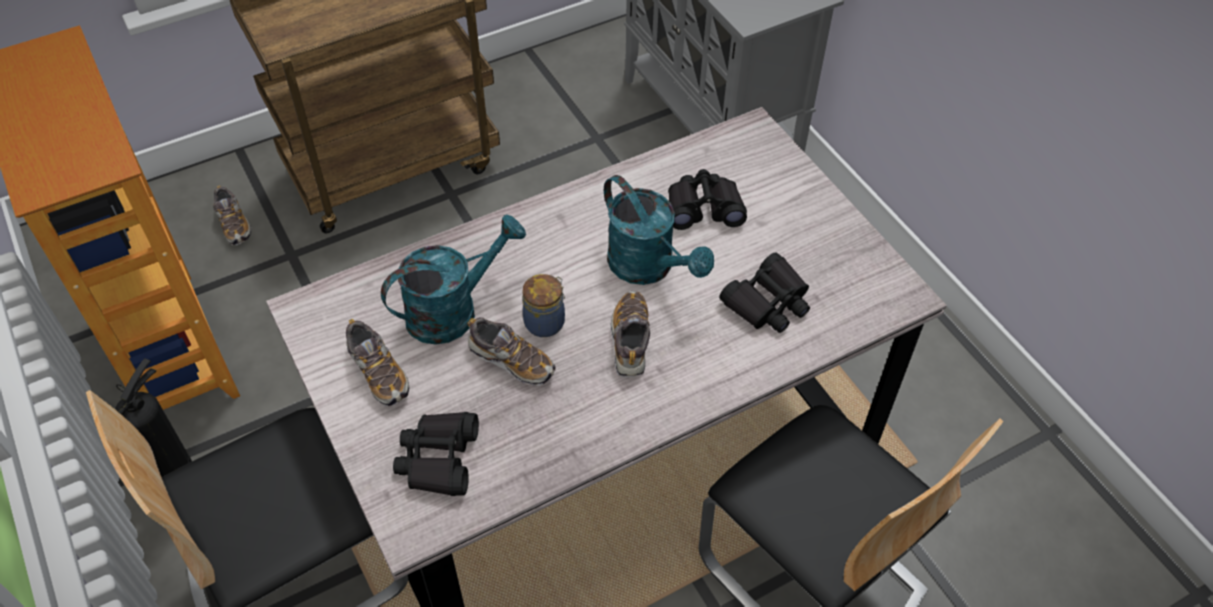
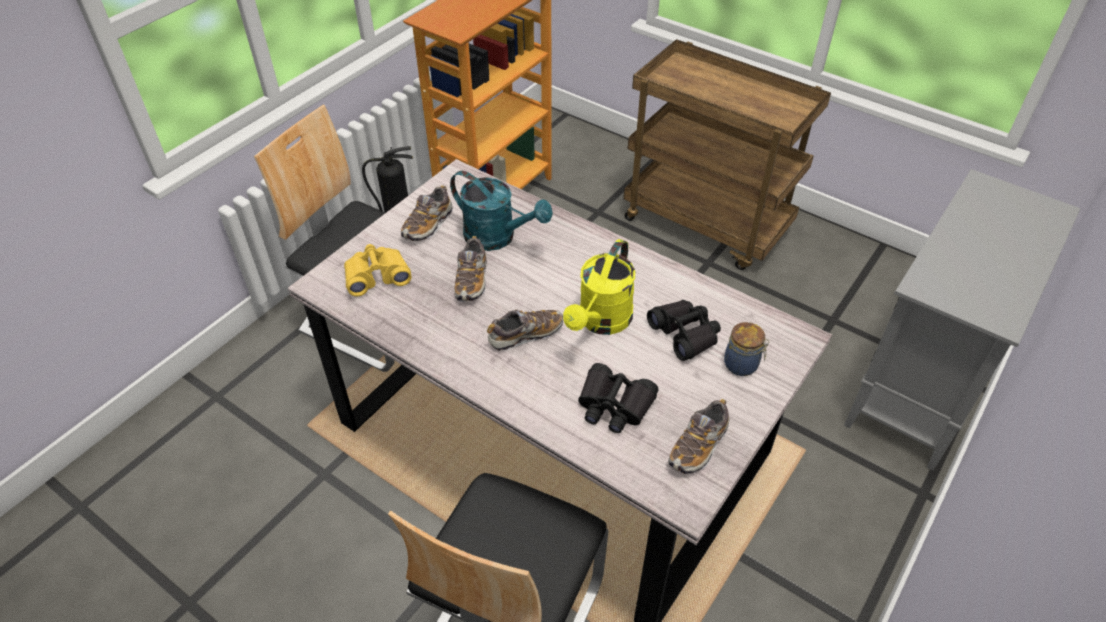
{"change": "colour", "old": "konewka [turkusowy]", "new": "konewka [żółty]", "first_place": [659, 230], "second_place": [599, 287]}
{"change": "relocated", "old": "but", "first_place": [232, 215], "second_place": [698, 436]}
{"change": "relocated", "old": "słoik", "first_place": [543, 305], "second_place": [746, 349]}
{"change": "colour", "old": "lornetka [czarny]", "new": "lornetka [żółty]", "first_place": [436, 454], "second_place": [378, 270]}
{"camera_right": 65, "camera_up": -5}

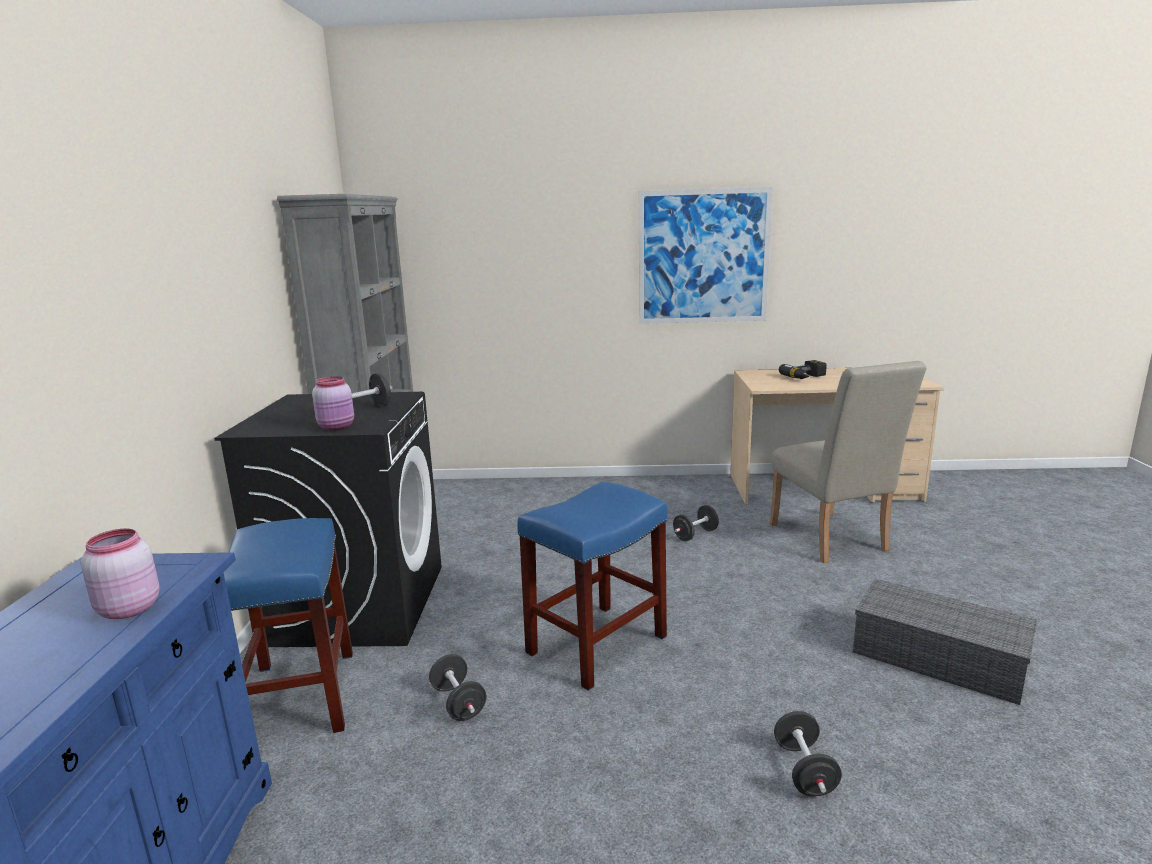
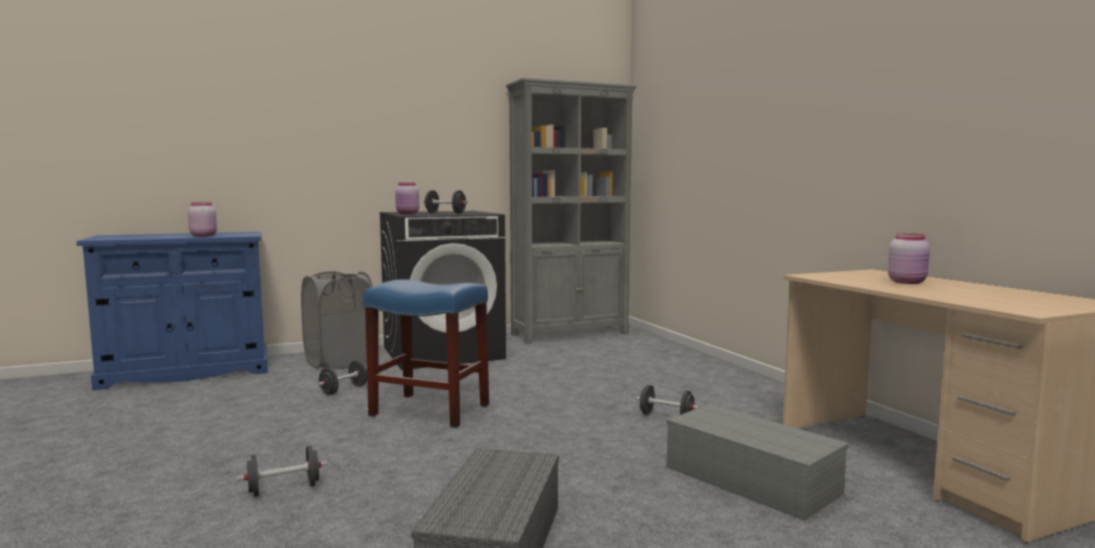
{"change": "missing", "old": "obraz", "first_place": [706, 255]}
{"change": "exchanged", "old": "wiertarka", "new": "słoik [różowy]", "first_place": [803, 369], "second_place": [909, 258]}
{"change": "exchanged", "old": "krzesło [beżowy]", "new": "pojemnik do przechowywania [szary]", "first_place": [848, 462], "second_place": [757, 462]}
{"change": "exchanged", "old": "stołek [niebieski]", "new": "kosz na pranie [szary]", "first_place": [288, 625], "second_place": [337, 320]}
{"camera_right": 65, "camera_up": -10}

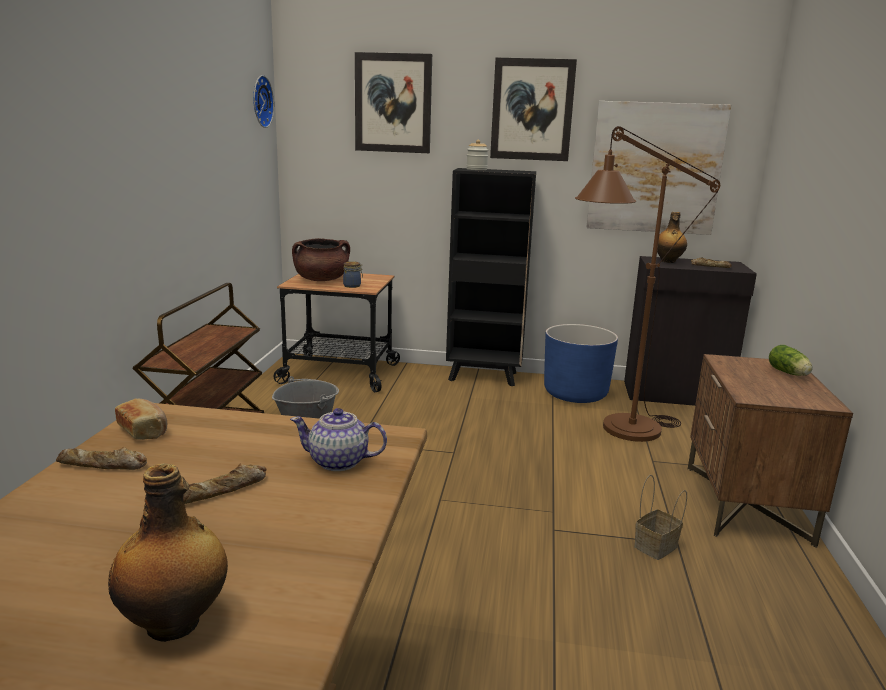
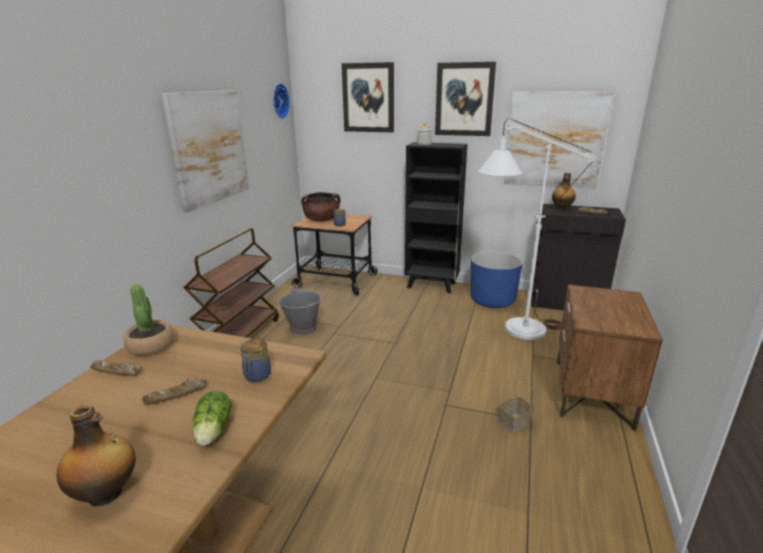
{"change": "colour", "old": "lampa stojąca [brązowy]", "new": "lampa stojąca [biały]", "first_place": [647, 284], "second_place": [536, 229]}
{"change": "relocated", "old": "sałata", "first_place": [790, 360], "second_place": [212, 418]}
{"change": "exchanged", "old": "chleb", "new": "roślina doniczkowa", "first_place": [141, 419], "second_place": [149, 320]}
{"change": "exchanged", "old": "imbryk", "new": "słoik", "first_place": [338, 439], "second_place": [256, 360]}
{"change": "appeared", "new": "obraz", "second_place": [205, 151]}
{"camera_right": 10, "camera_up": 5}

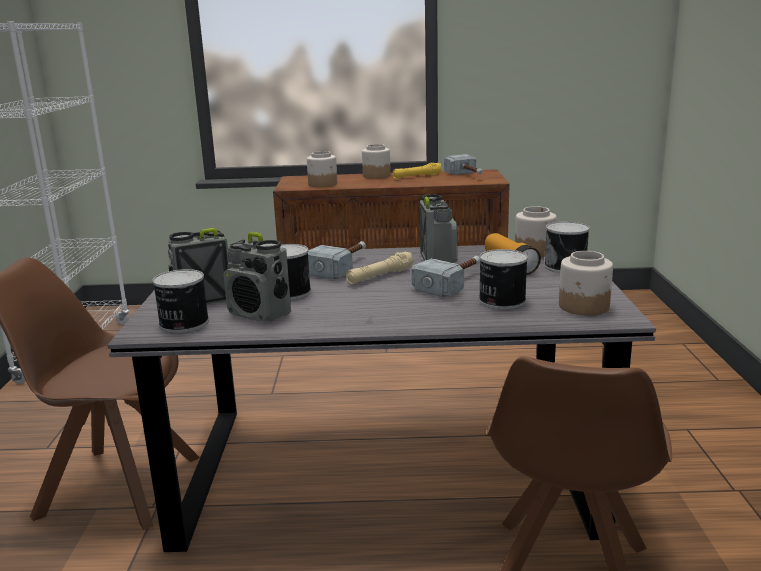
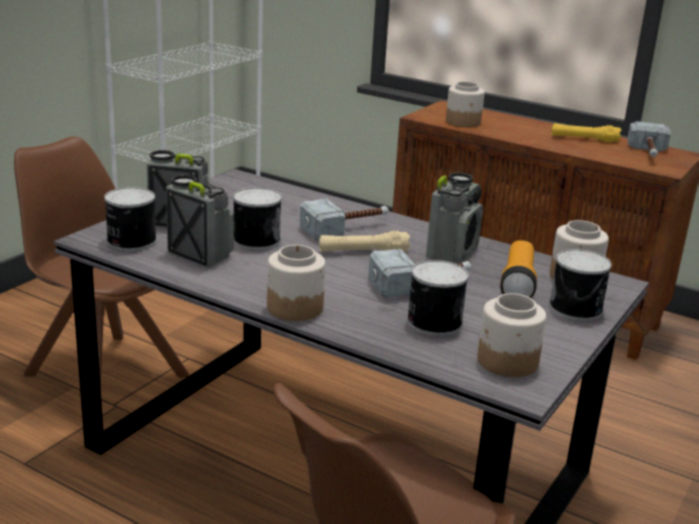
{"change": "relocated", "old": "słoik", "first_place": [376, 161], "second_place": [296, 283]}
{"change": "spun", "old": "radio", "first_place": [257, 277], "second_place": [200, 221], "degrees": 150}
{"camera_right": 30, "camera_up": 5}

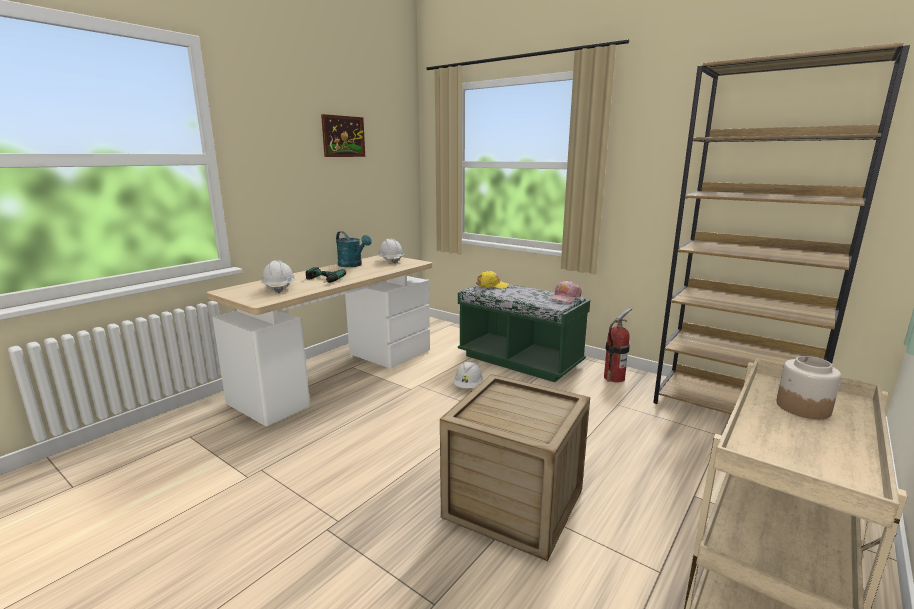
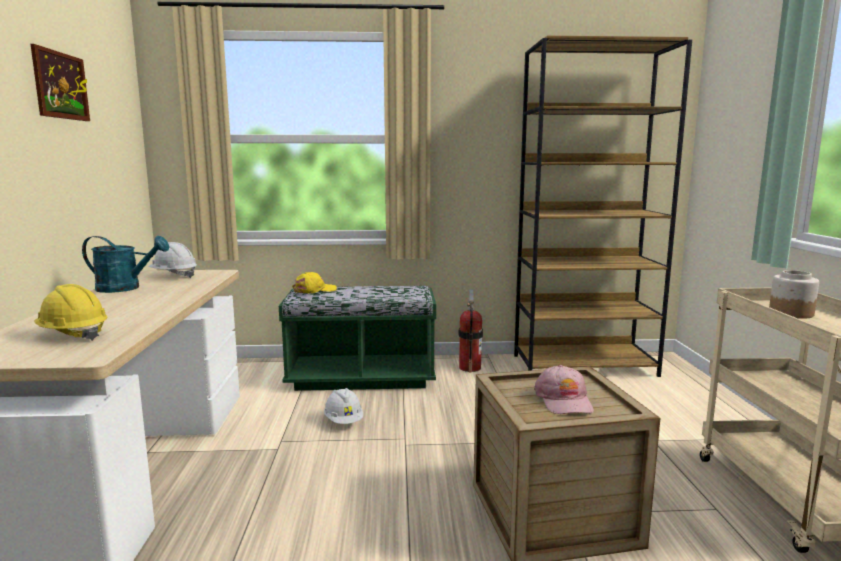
{"change": "colour", "old": "kask [biały]", "new": "kask [żółty]", "first_place": [278, 276], "second_place": [71, 312]}
{"change": "missing", "old": "wiertarka", "first_place": [326, 275]}
{"change": "relocated", "old": "czapka z daszkiem [różowy]", "first_place": [566, 291], "second_place": [564, 389]}
{"camera_right": -40, "camera_up": -5}

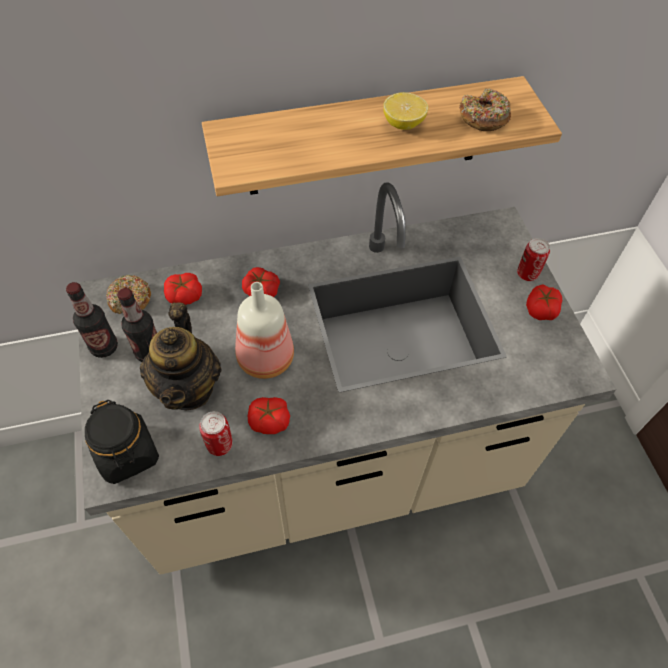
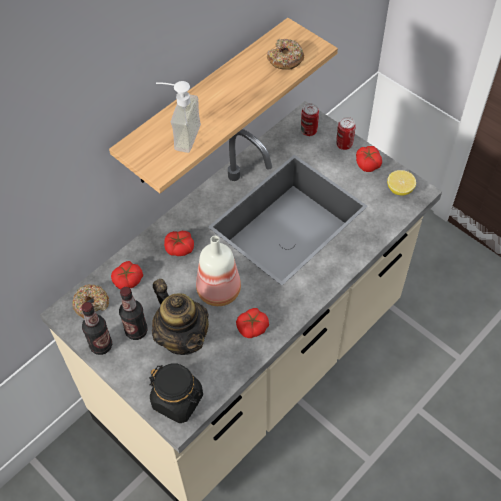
{"change": "relocated", "old": "cytryna", "first_place": [405, 111], "second_place": [401, 182]}
{"change": "relocated", "old": "puszka", "first_place": [216, 433], "second_place": [310, 119]}
{"change": "appeared", "new": "dozownik mydła", "second_place": [178, 117]}
{"camera_right": -30, "camera_up": 0}

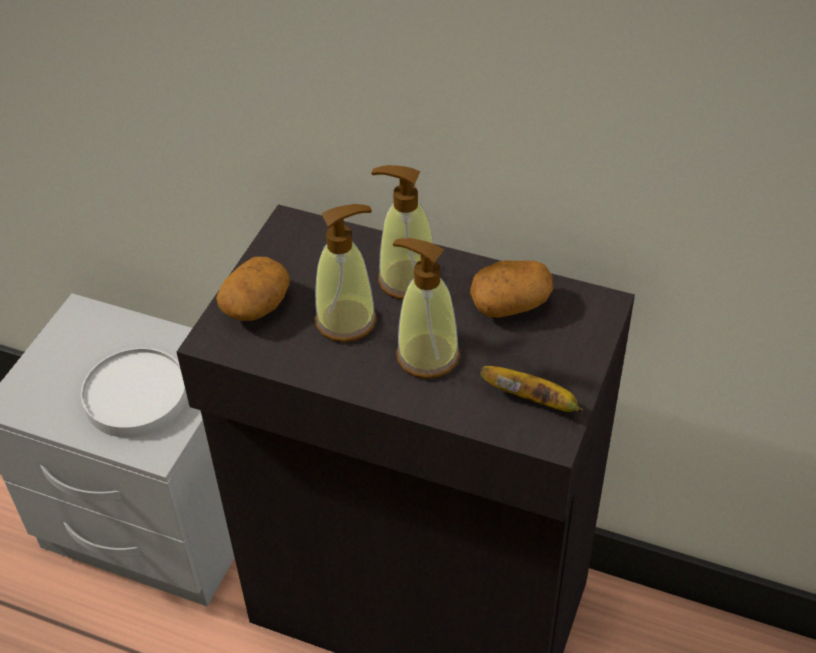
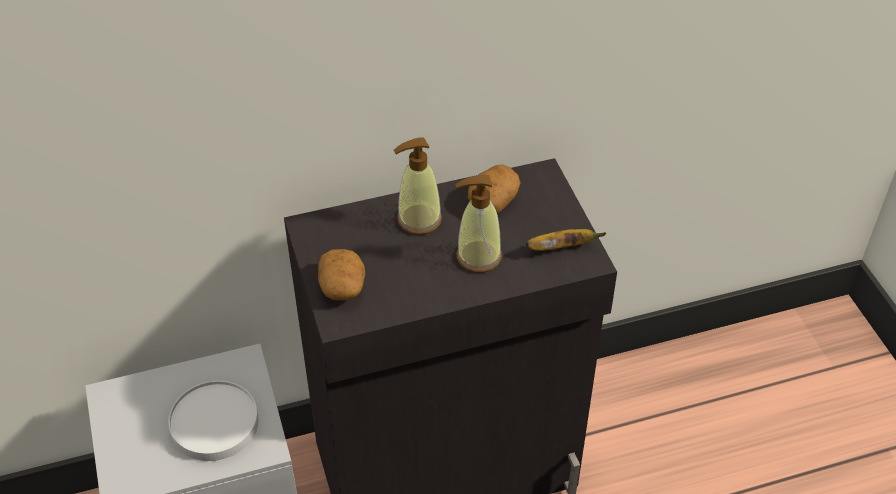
{"change": "missing", "old": "dozownik mydła", "first_place": [346, 273]}
{"camera_right": -40, "camera_up": 0}

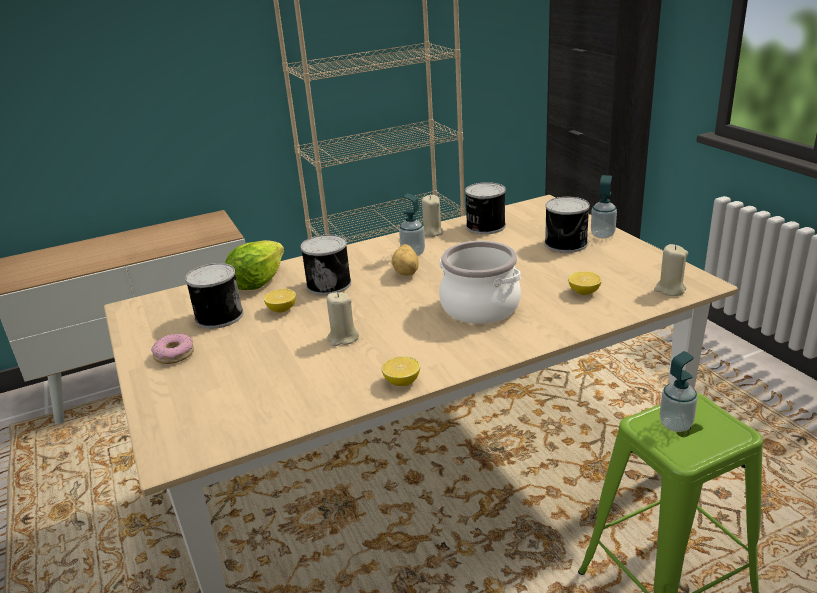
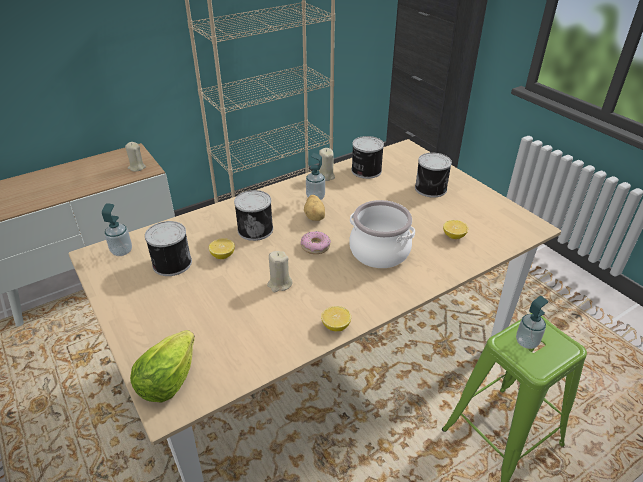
{"change": "relocated", "old": "dozownik mydła", "first_place": [604, 206], "second_place": [117, 229]}
{"change": "relocated", "old": "sałata", "first_place": [254, 265], "second_place": [162, 366]}
{"change": "relocated", "old": "świeca [beżowy]", "first_place": [671, 270], "second_place": [135, 157]}
{"change": "relocated", "old": "donut", "first_place": [172, 349], "second_place": [316, 242]}
{"camera_right": -10, "camera_up": 10}

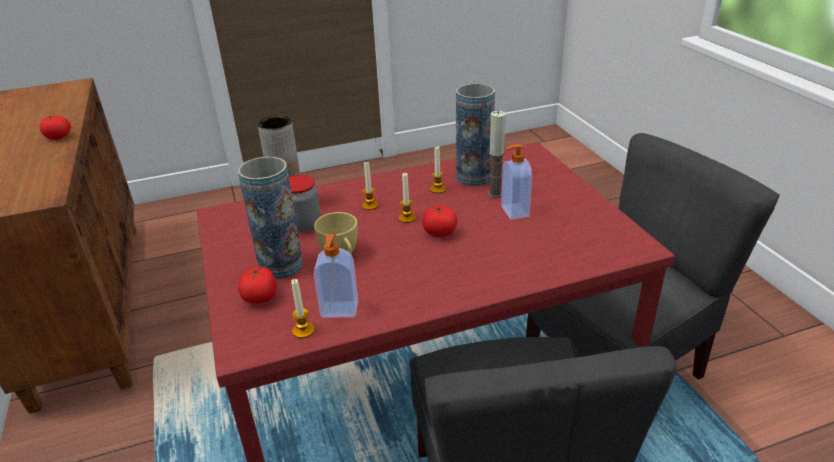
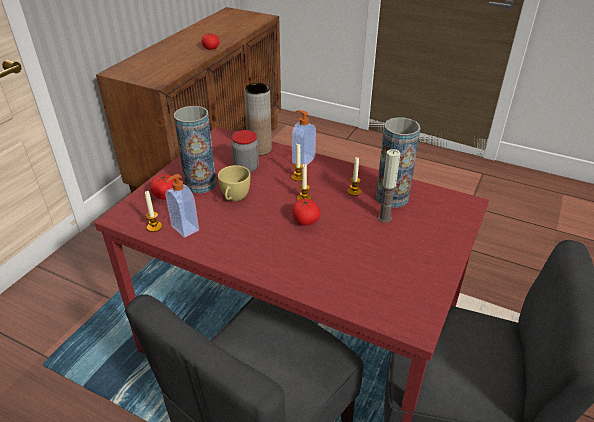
{"change": "relocated", "old": "dozownik mydła", "first_place": [516, 182], "second_place": [304, 137]}
{"camera_right": 45, "camera_up": 5}

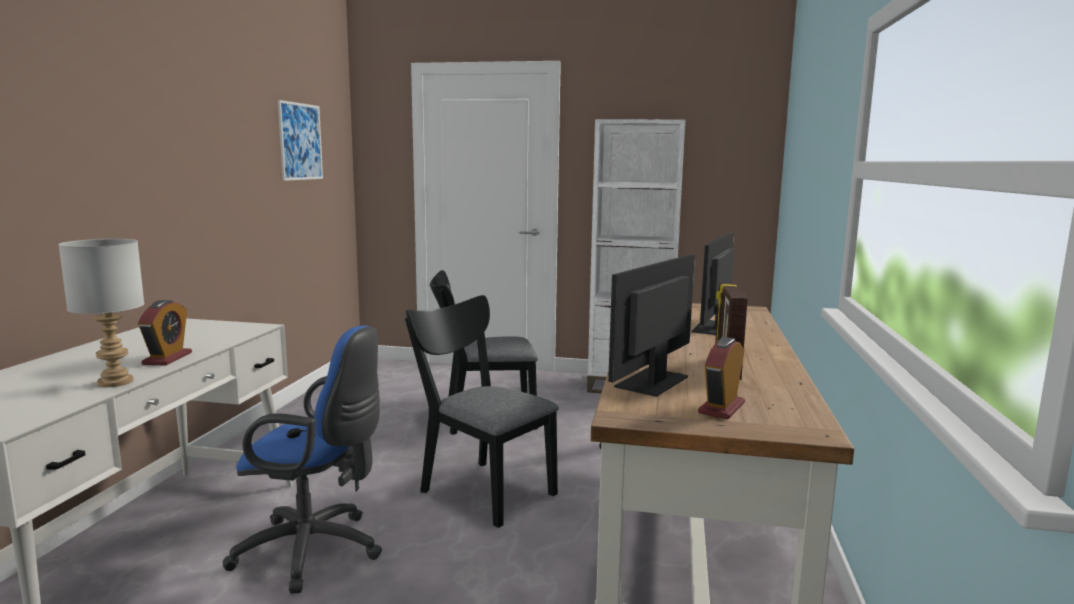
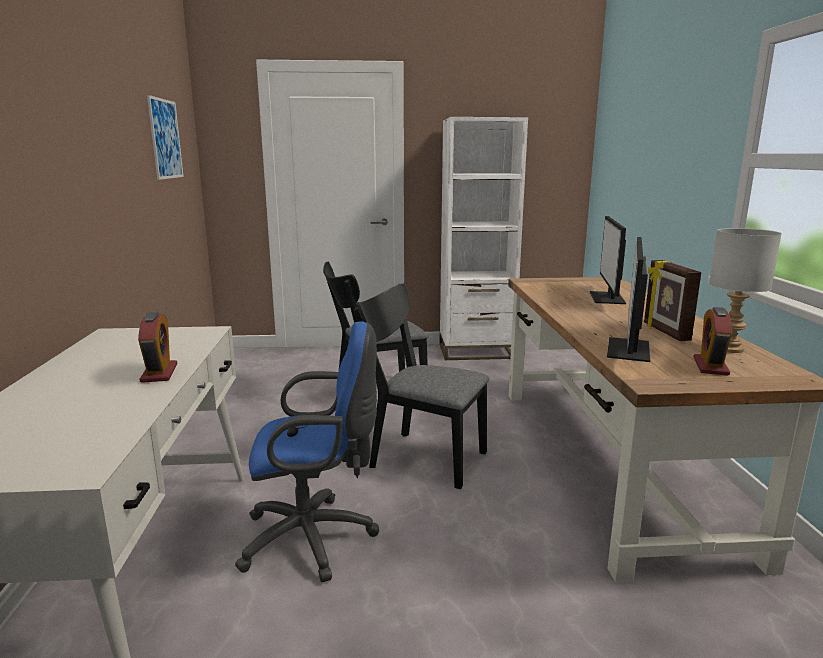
{"change": "relocated", "old": "lampa stołowa [szary]", "first_place": [101, 313], "second_place": [745, 290]}
{"camera_right": -15, "camera_up": 5}

